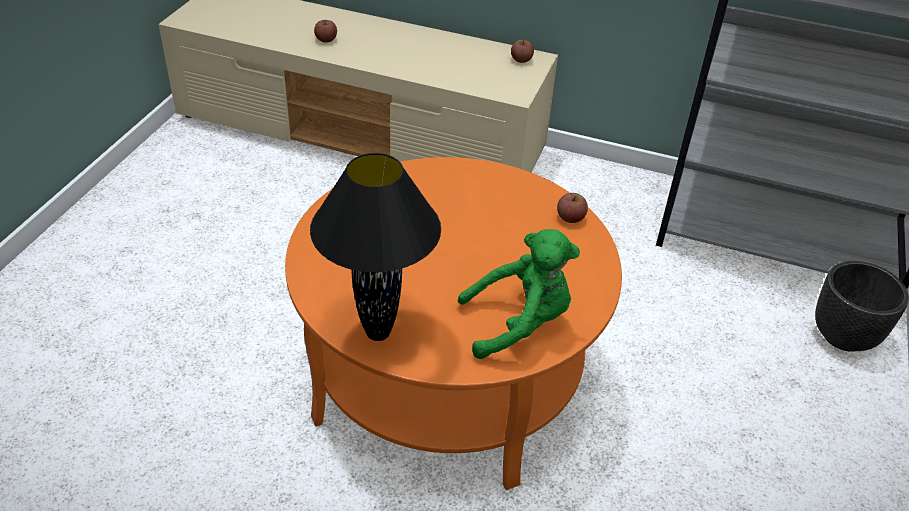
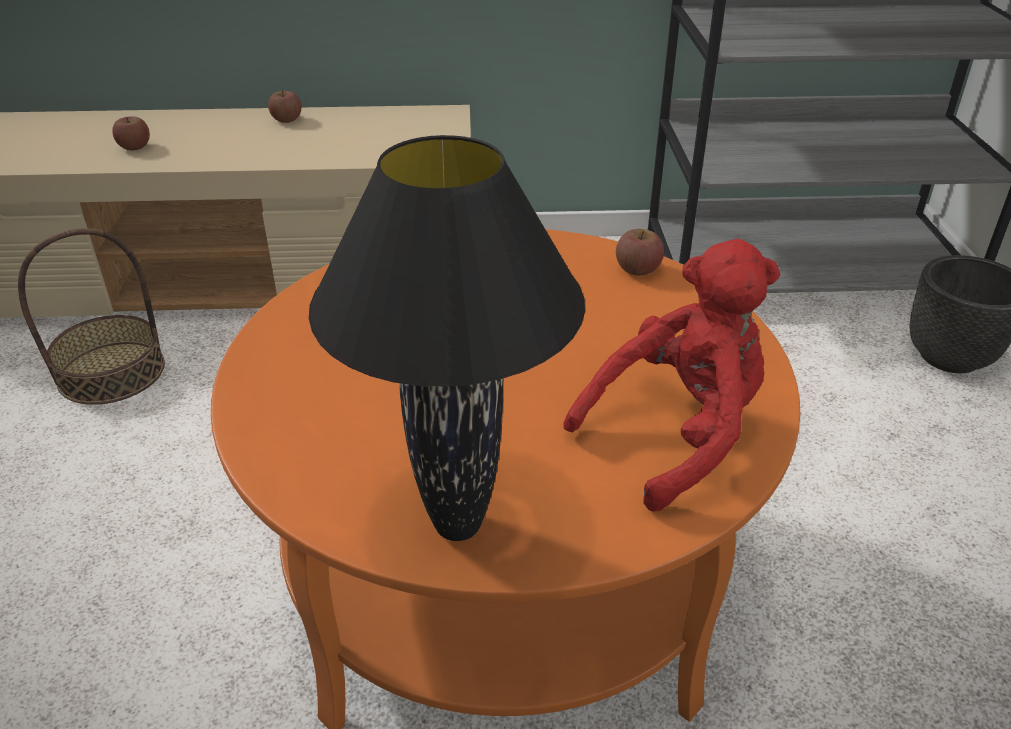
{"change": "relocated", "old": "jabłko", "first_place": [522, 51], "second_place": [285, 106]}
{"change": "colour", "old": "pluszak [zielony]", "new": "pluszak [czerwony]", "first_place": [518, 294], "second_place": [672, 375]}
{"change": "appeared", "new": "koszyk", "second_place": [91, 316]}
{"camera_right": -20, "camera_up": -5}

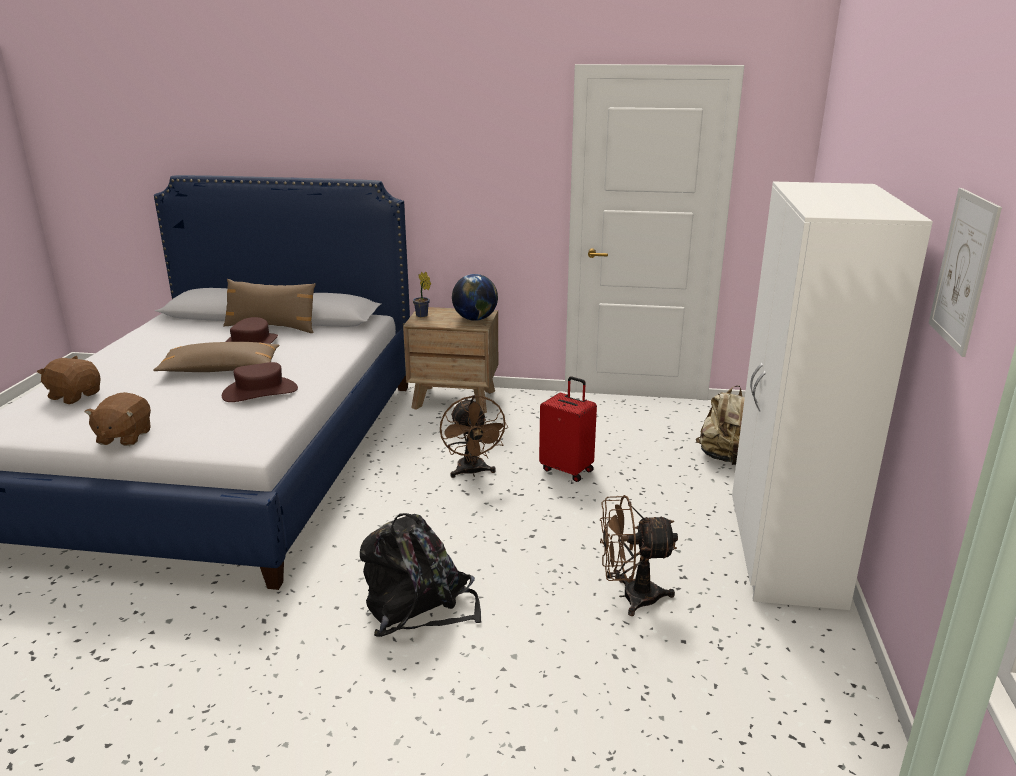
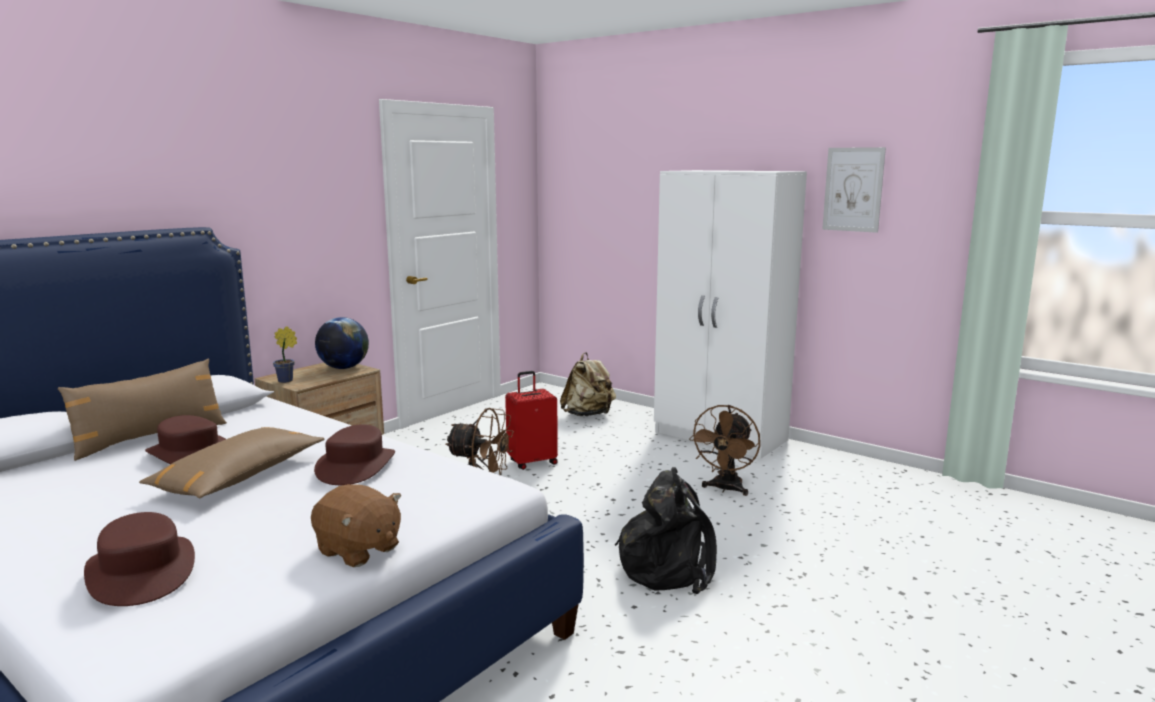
{"change": "exchanged", "old": "pluszak [brązowy]", "new": "kapelusz [brązowy]", "first_place": [69, 380], "second_place": [139, 559]}
{"camera_right": -60, "camera_up": -10}

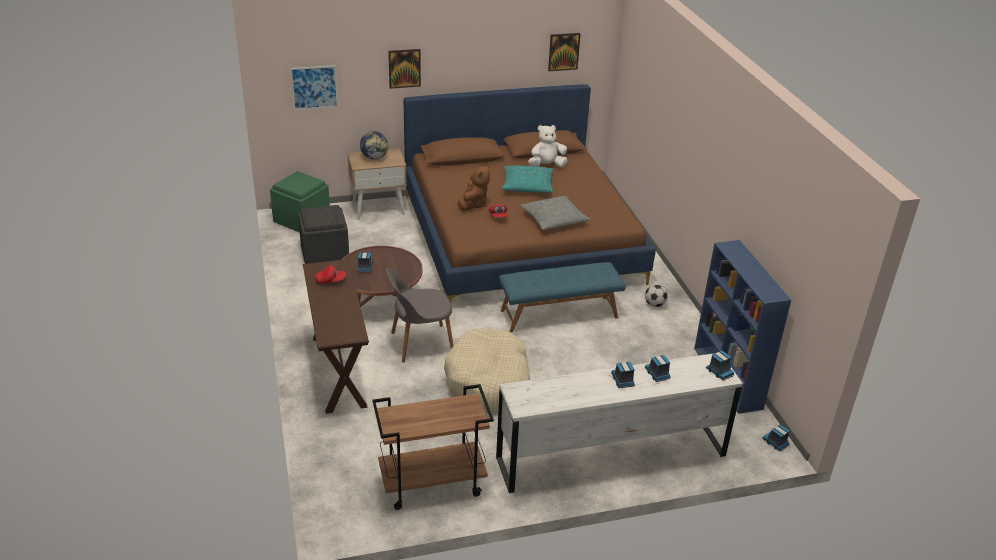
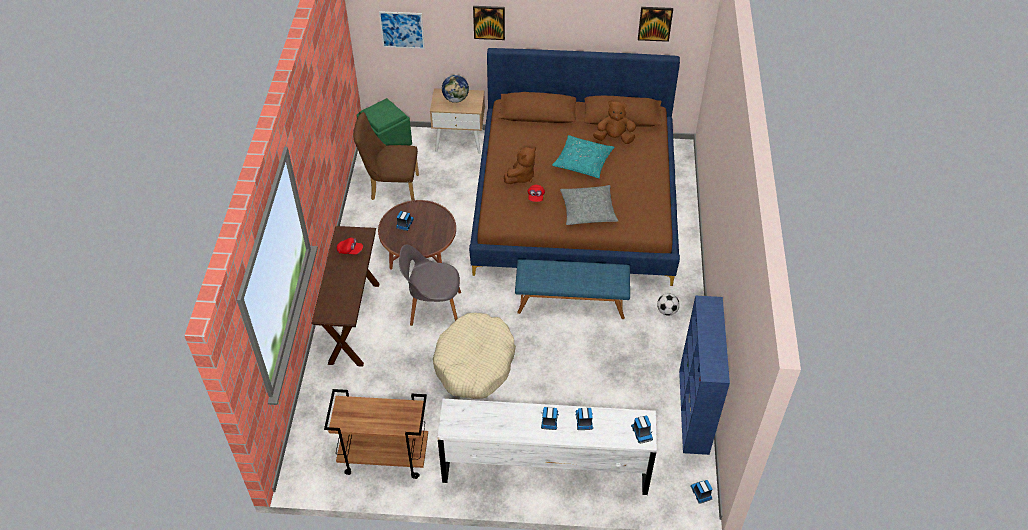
{"change": "colour", "old": "pluszak [biały]", "new": "pluszak [brązowy]", "first_place": [548, 146], "second_place": [614, 122]}
{"change": "exchanged", "old": "pufa [szary]", "new": "krzesło [brązowy]", "first_place": [323, 234], "second_place": [386, 156]}
{"camera_right": 20, "camera_up": 15}

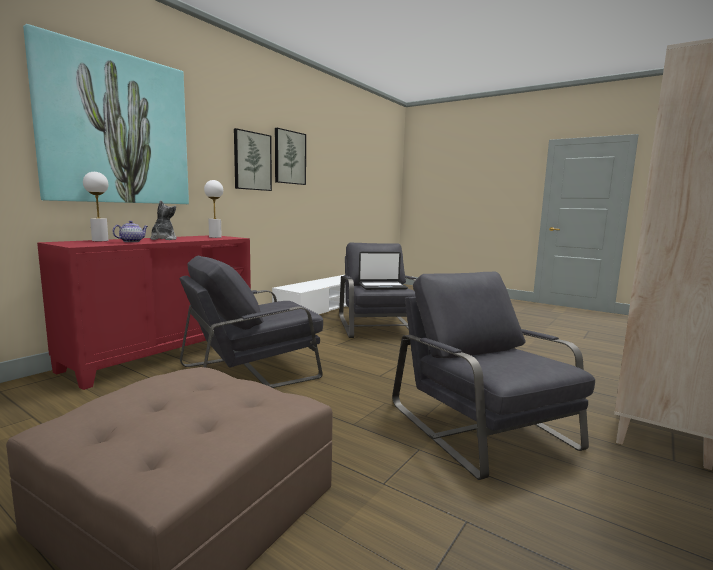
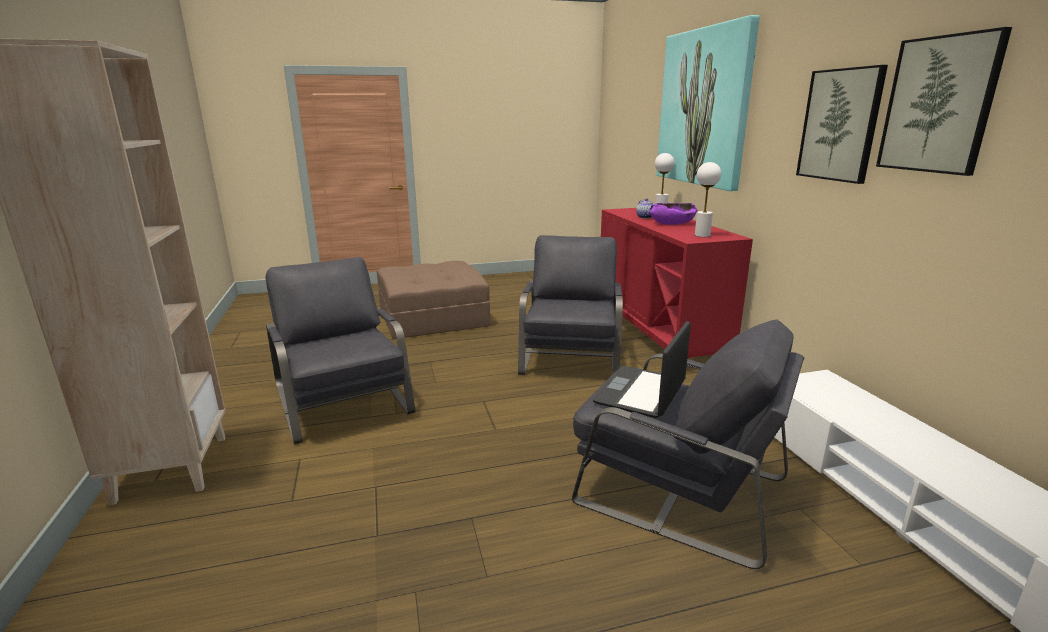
{"change": "exchanged", "old": "pluszak", "new": "miska [fioletowy]", "first_place": [163, 220], "second_place": [673, 214]}
{"change": "spun", "old": "fotel [szary]", "first_place": [493, 375], "second_place": [340, 350], "degrees": -135}
{"camera_right": 130, "camera_up": 10}

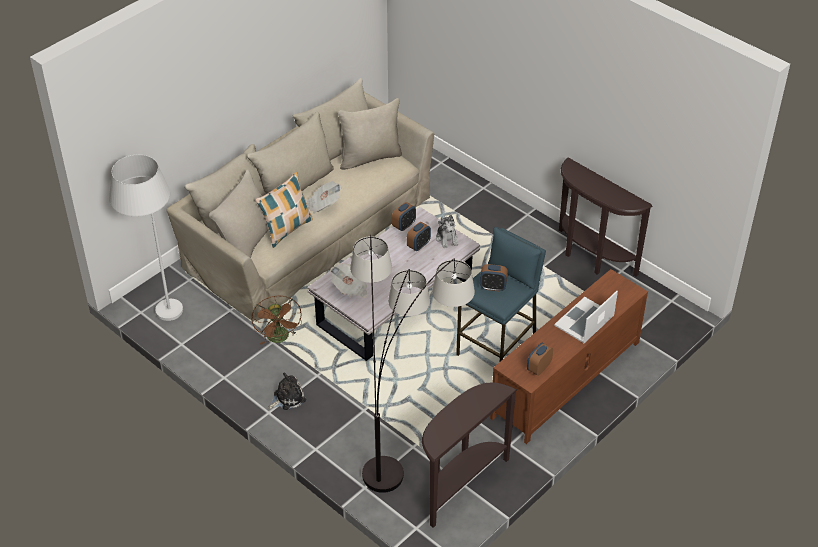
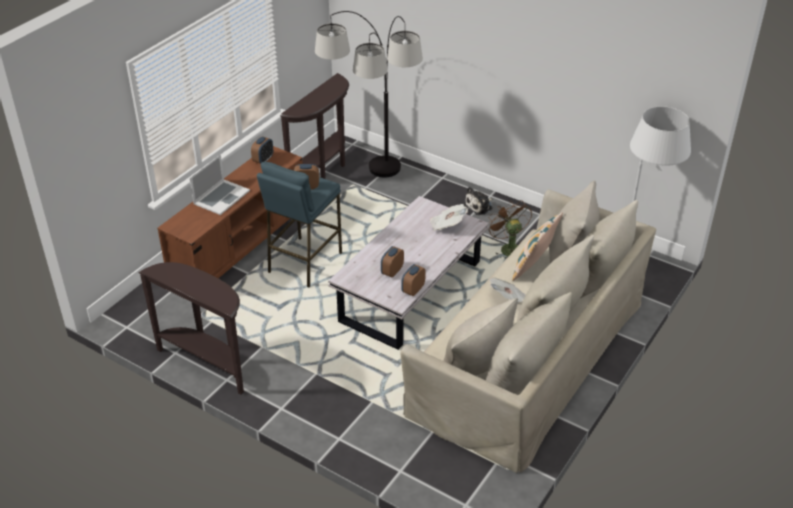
{"change": "missing", "old": "pluszak", "first_place": [447, 231]}
{"camera_right": 170, "camera_up": -5}

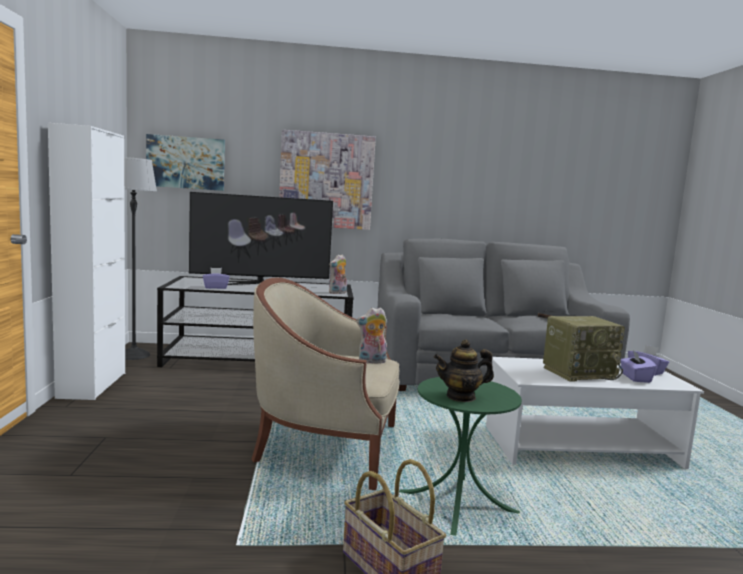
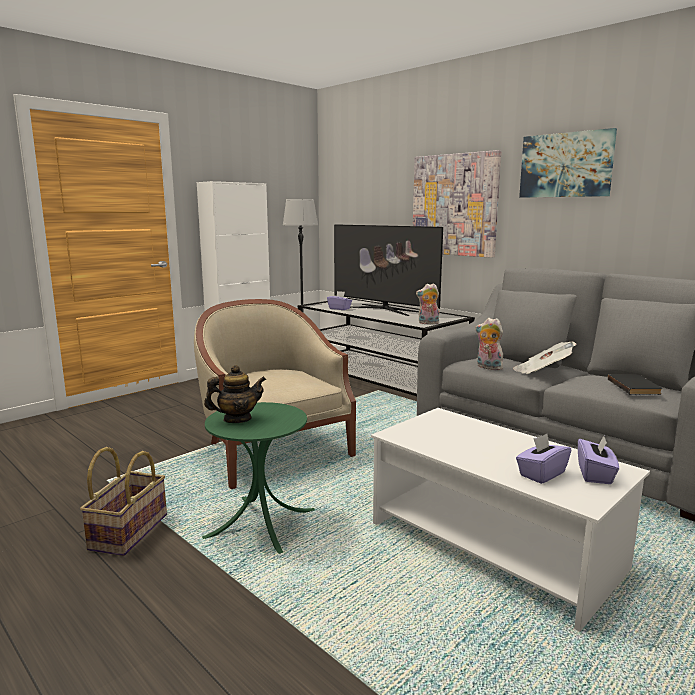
{"change": "relocated", "old": "obraz", "first_place": [185, 162], "second_place": [568, 163]}
{"change": "relocated", "old": "pluszak", "first_place": [371, 335], "second_place": [489, 344]}
{"change": "missing", "old": "radio", "first_place": [584, 349]}
{"change": "spun", "old": "imbryk", "first_place": [464, 370], "second_place": [235, 394], "degrees": 120}
{"change": "appeared", "new": "gazeta", "second_place": [545, 358]}
{"camera_right": 50, "camera_up": 5}

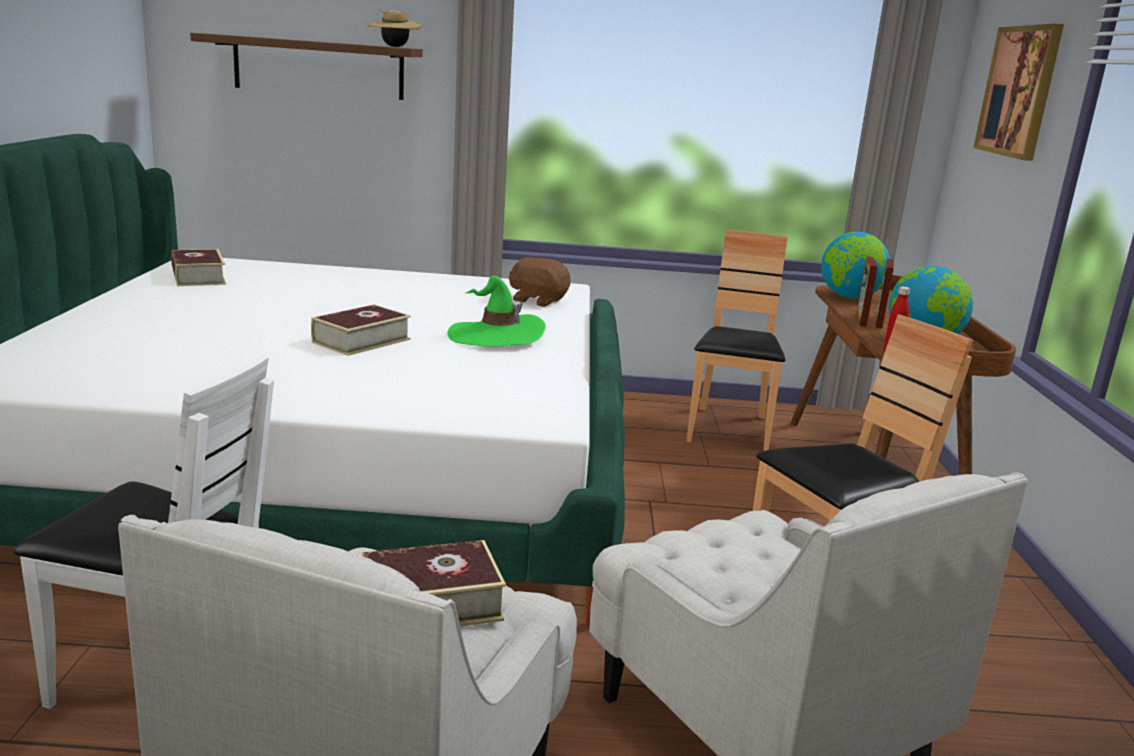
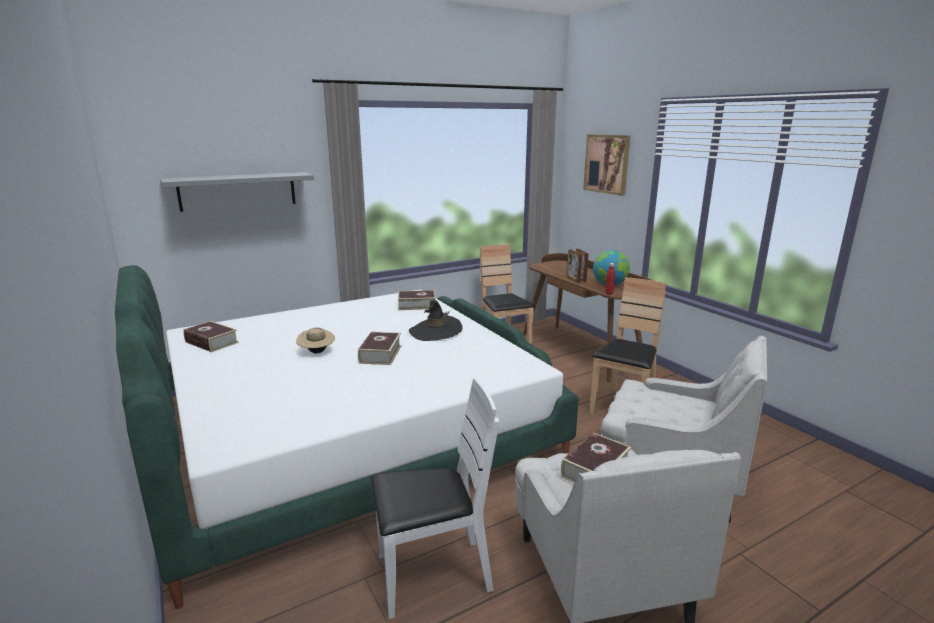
{"change": "relocated", "old": "kapelusz [beżowy]", "first_place": [394, 28], "second_place": [315, 340]}
{"change": "colour", "old": "półka [brązowy]", "new": "półka [szary]", "first_place": [306, 66], "second_place": [237, 192]}
{"change": "missing", "old": "globus", "first_place": [855, 265]}
{"change": "exchanged", "old": "pluszak [brązowy]", "new": "książka", "first_place": [540, 282], "second_place": [417, 300]}
{"change": "colour", "old": "kapelusz [zielony]", "new": "kapelusz [czarny]", "first_place": [497, 311], "second_place": [436, 320]}
{"camera_right": -30, "camera_up": 0}

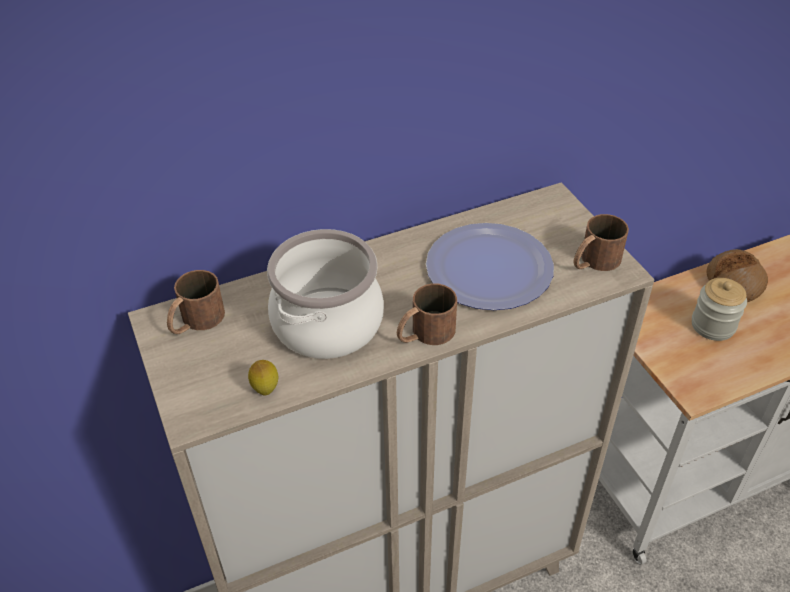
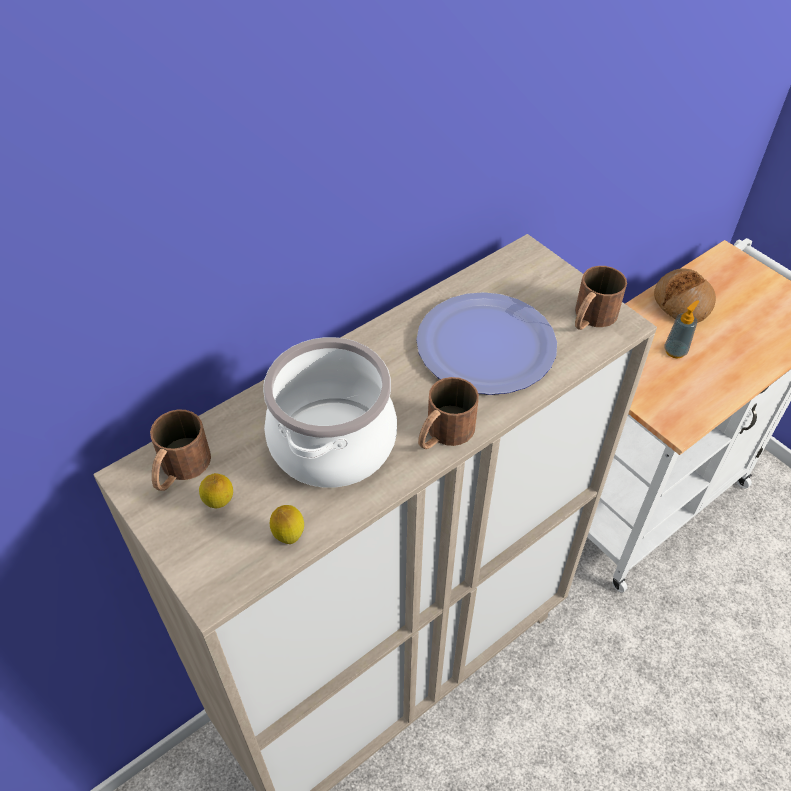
{"change": "exchanged", "old": "słoik", "new": "dozownik mydła", "first_place": [719, 309], "second_place": [681, 329]}
{"change": "appeared", "new": "cytryna", "second_place": [216, 490]}
{"camera_right": -15, "camera_up": 5}

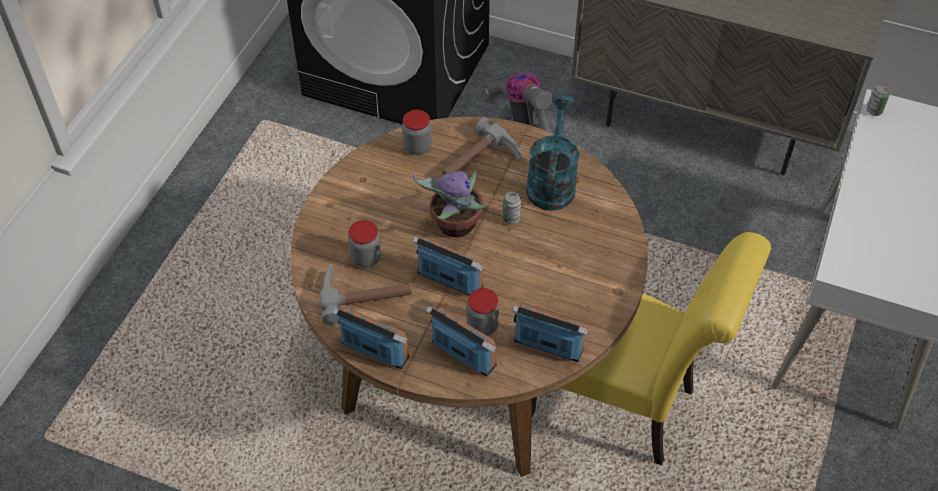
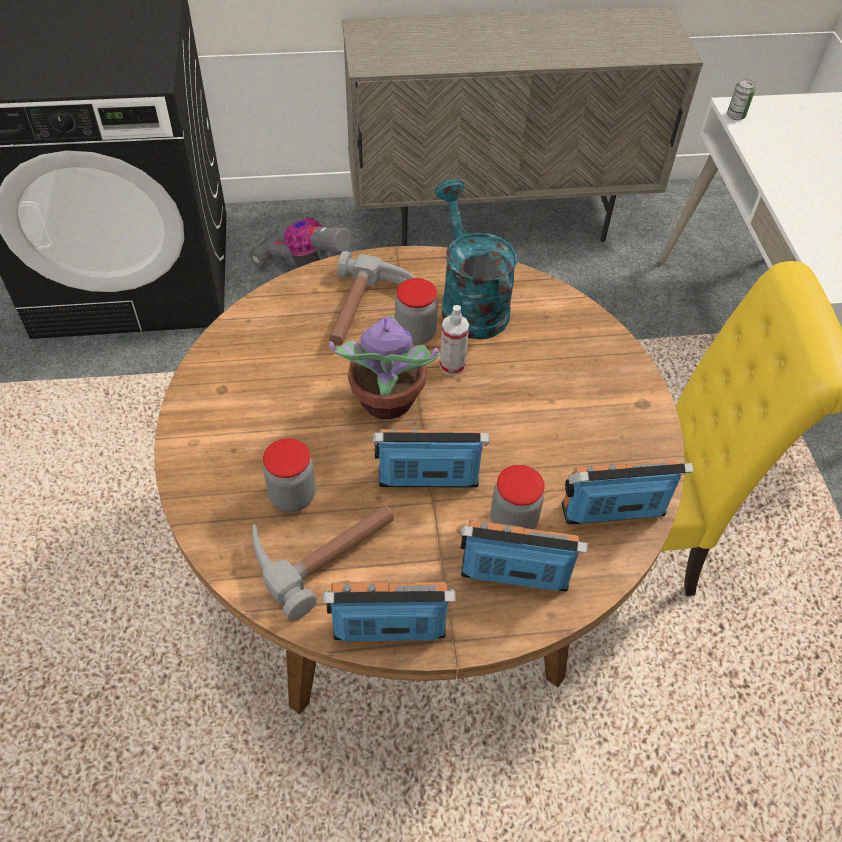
{"change": "relocated", "old": "słoik", "first_place": [417, 132], "second_place": [416, 311]}
{"change": "exchanged", "old": "puszka", "new": "spryskiwacz", "first_place": [512, 208], "second_place": [454, 340]}
{"camera_right": -30, "camera_up": 0}

